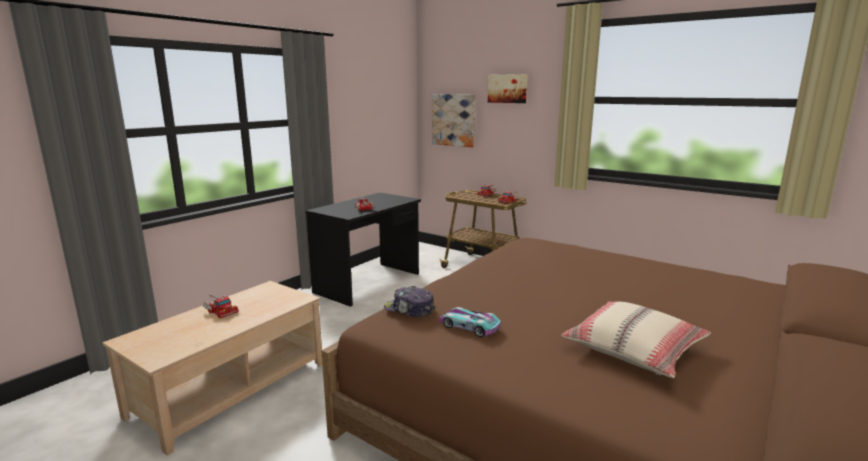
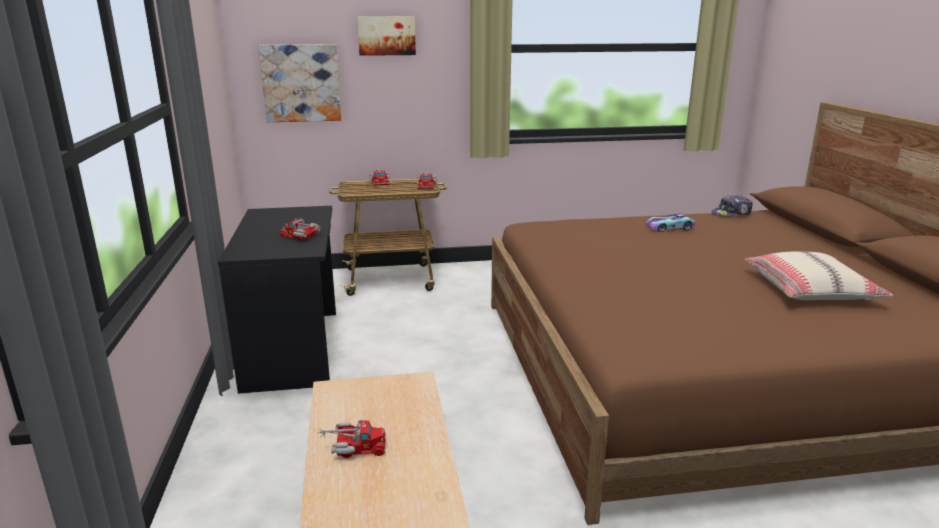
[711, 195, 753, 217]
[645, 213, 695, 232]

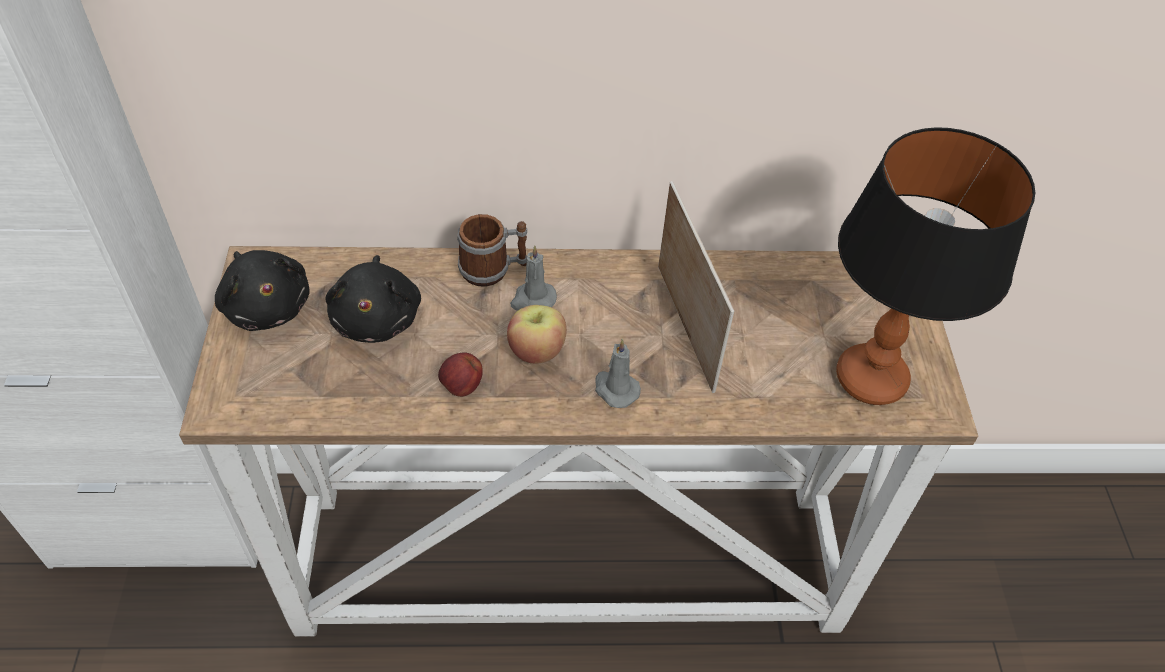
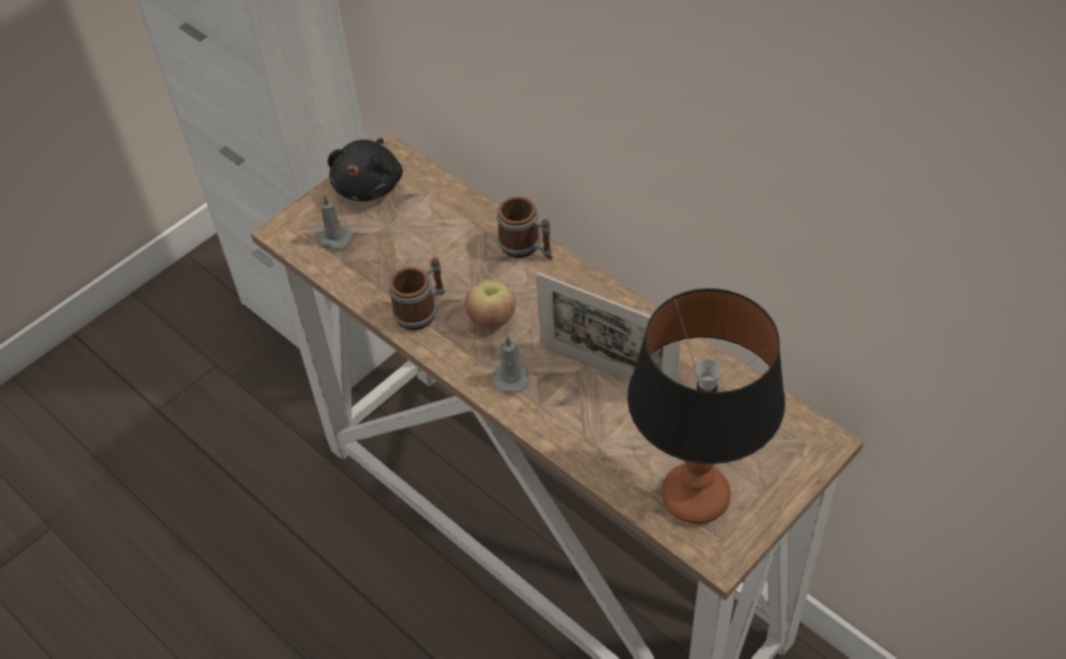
[325, 255, 421, 343] (first image)
[388, 258, 445, 330]
[315, 194, 353, 250]
[536, 272, 681, 382]

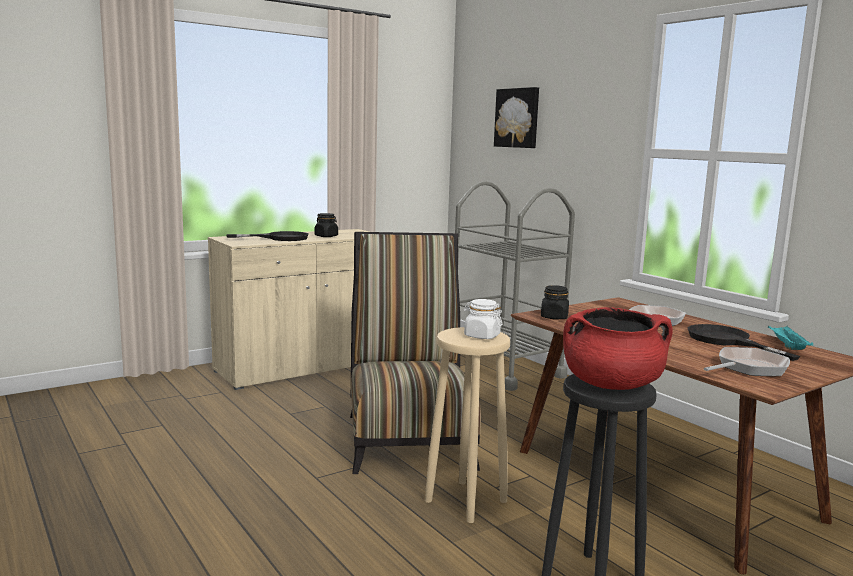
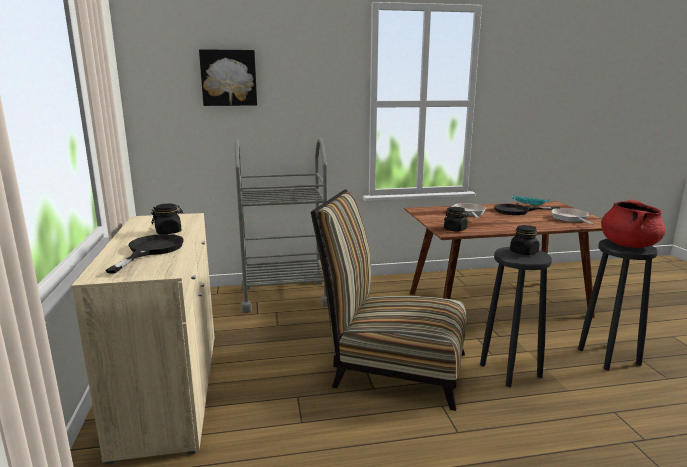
[480, 247, 552, 387]
[510, 225, 540, 255]

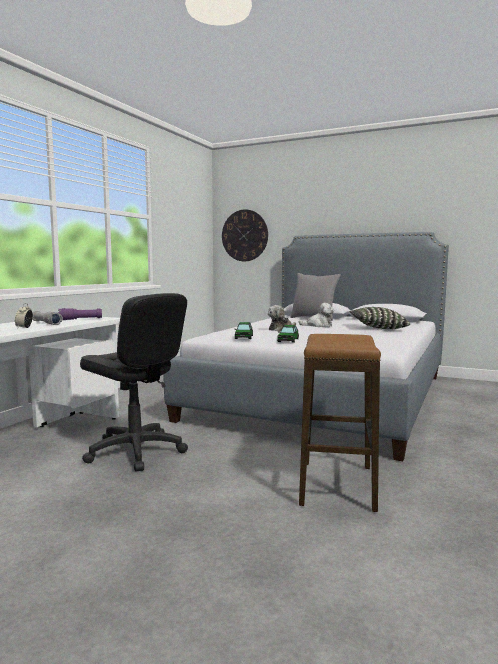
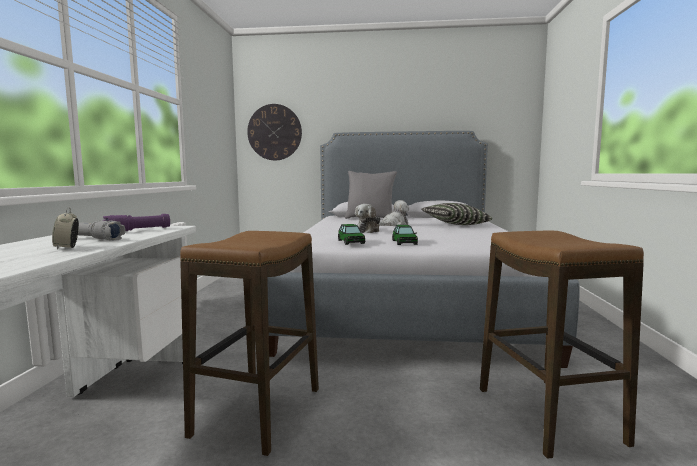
[180, 231, 319, 456]

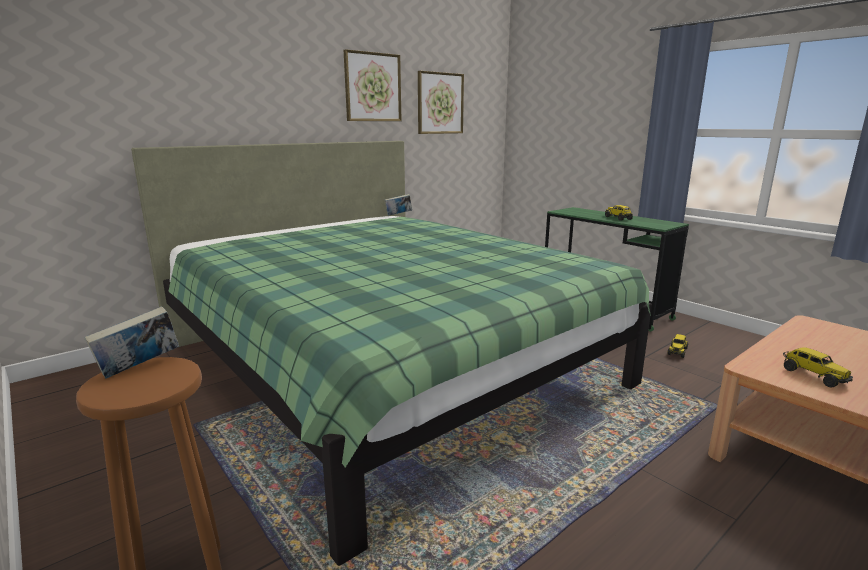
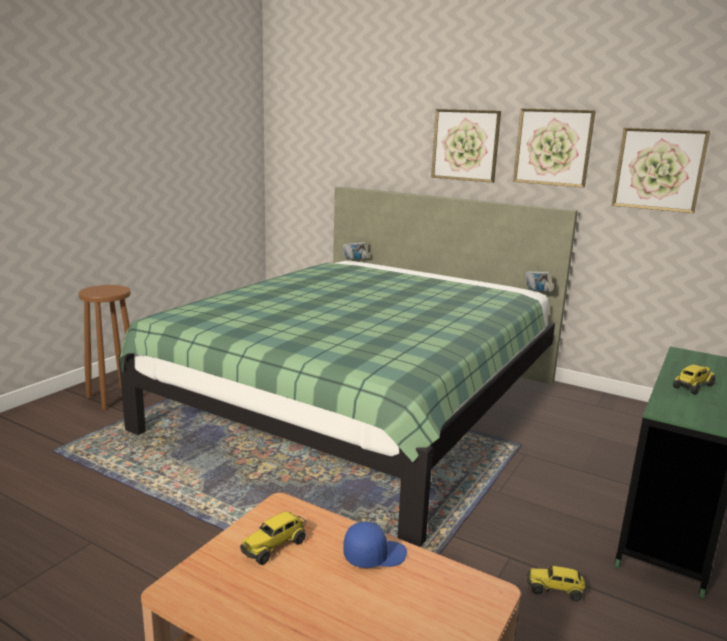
[343, 242, 369, 260]
[343, 521, 407, 568]
[431, 109, 501, 183]

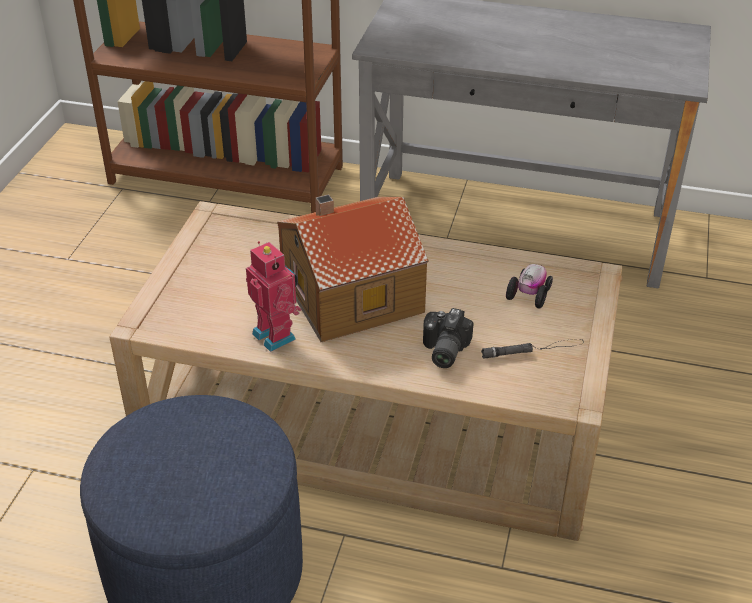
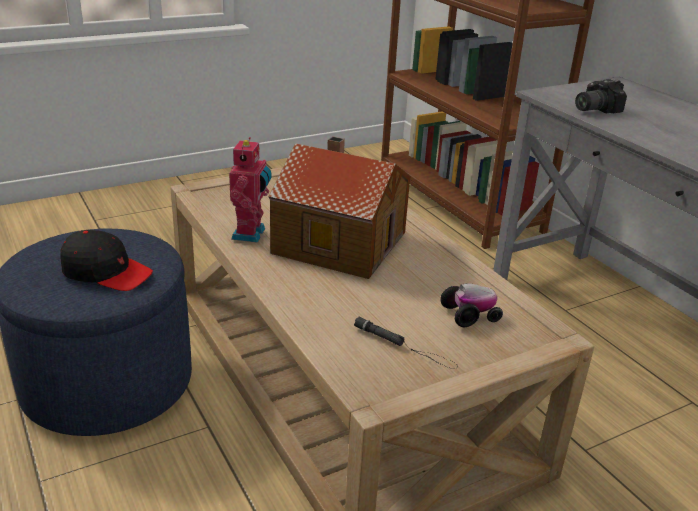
[575, 79, 627, 113]
[60, 230, 153, 291]

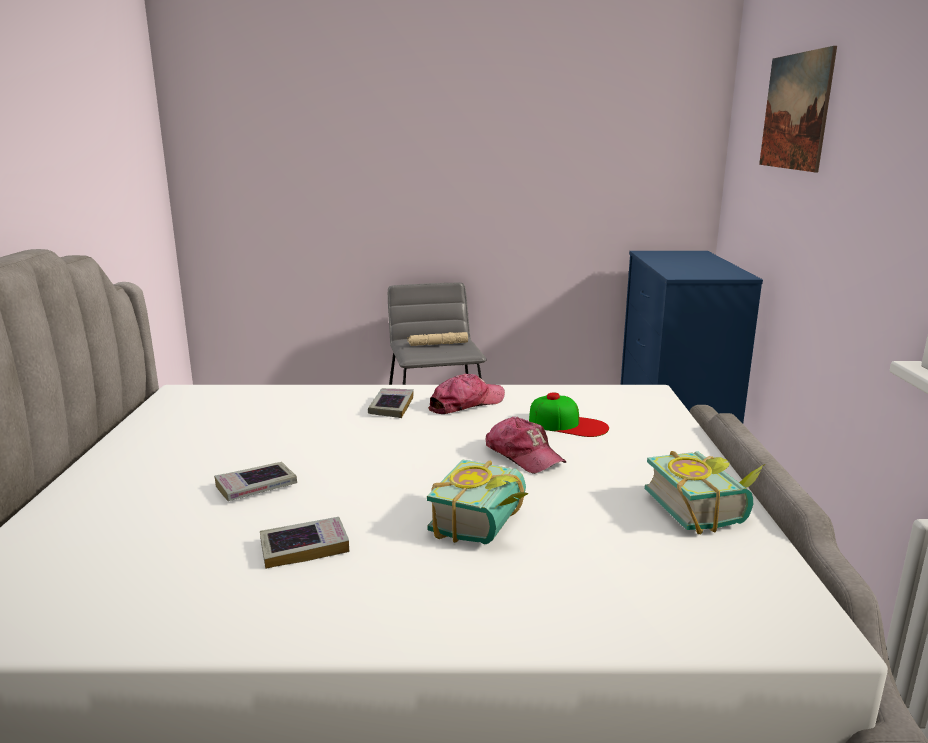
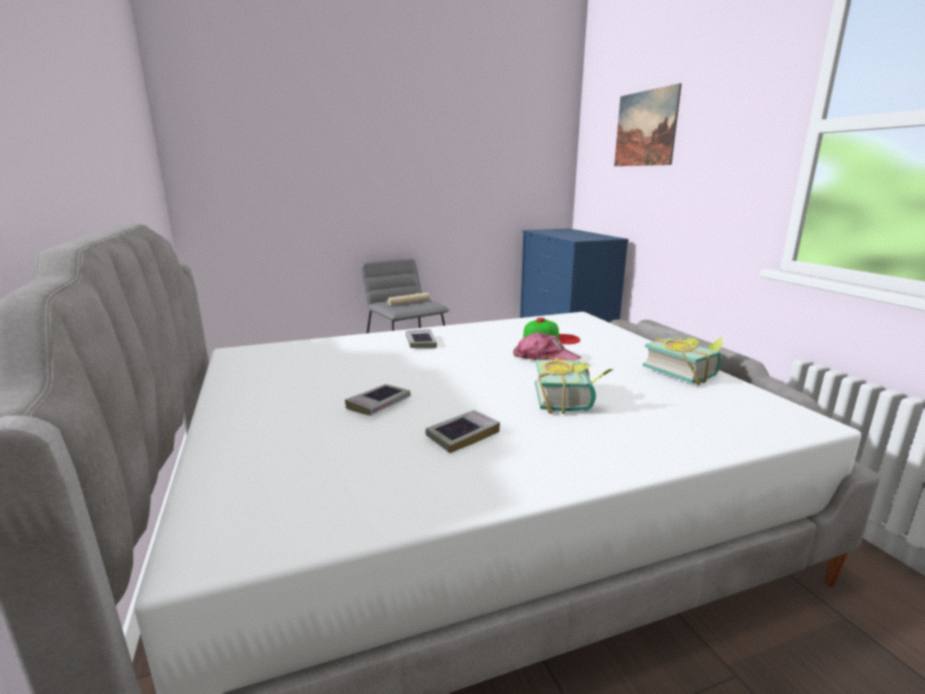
[428, 374, 505, 414] (first image)

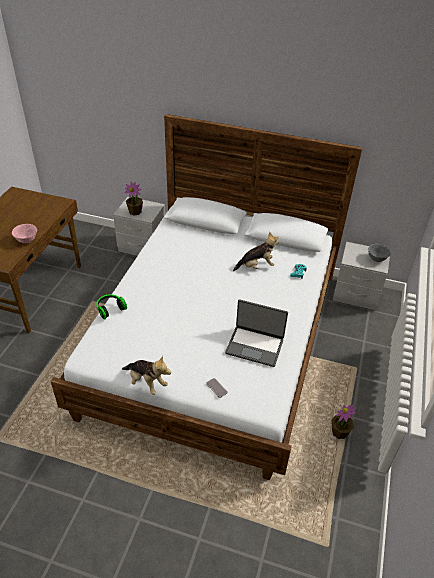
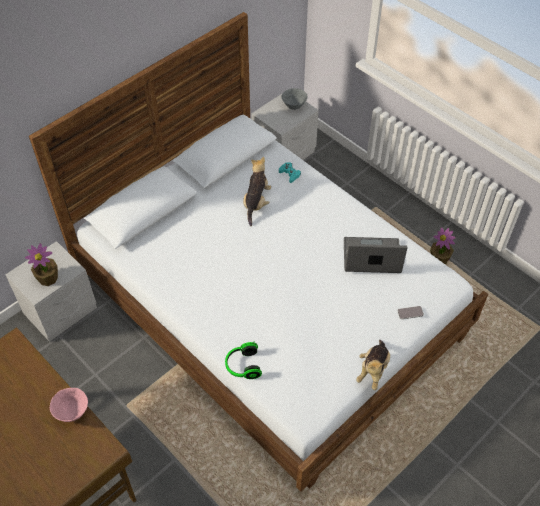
[356, 340, 390, 390]
[344, 237, 408, 273]

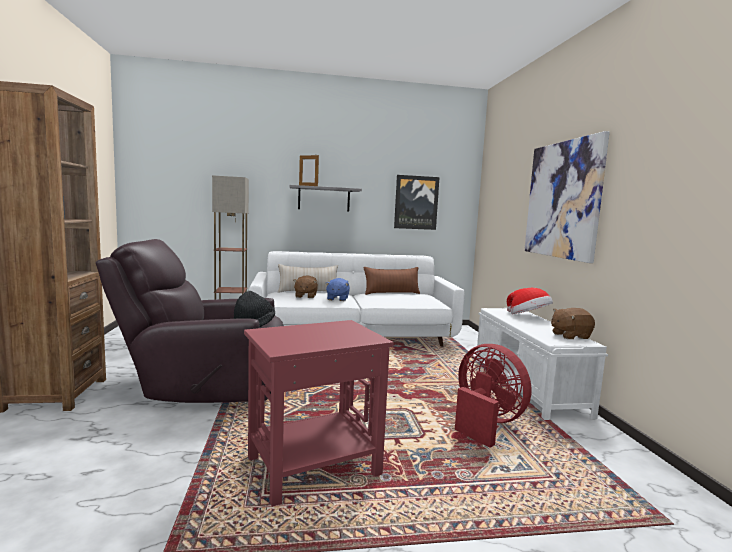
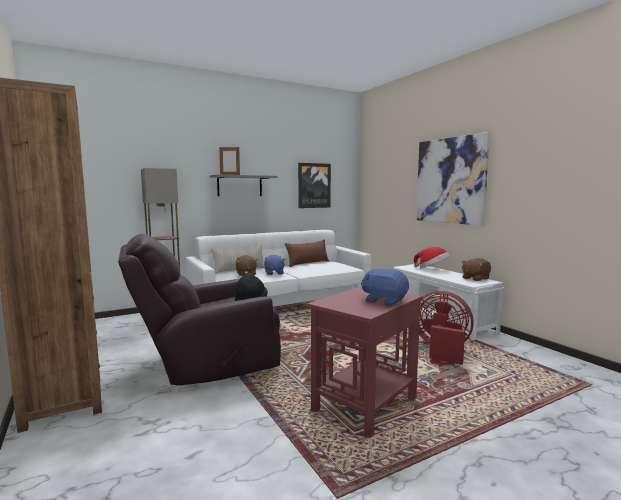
[361, 268, 409, 306]

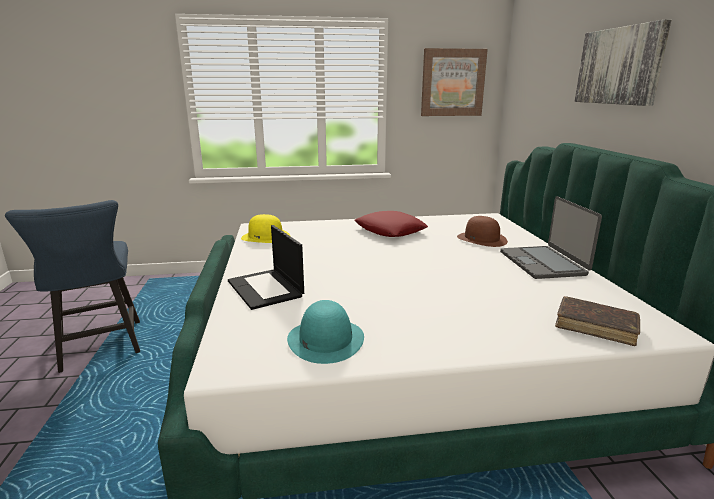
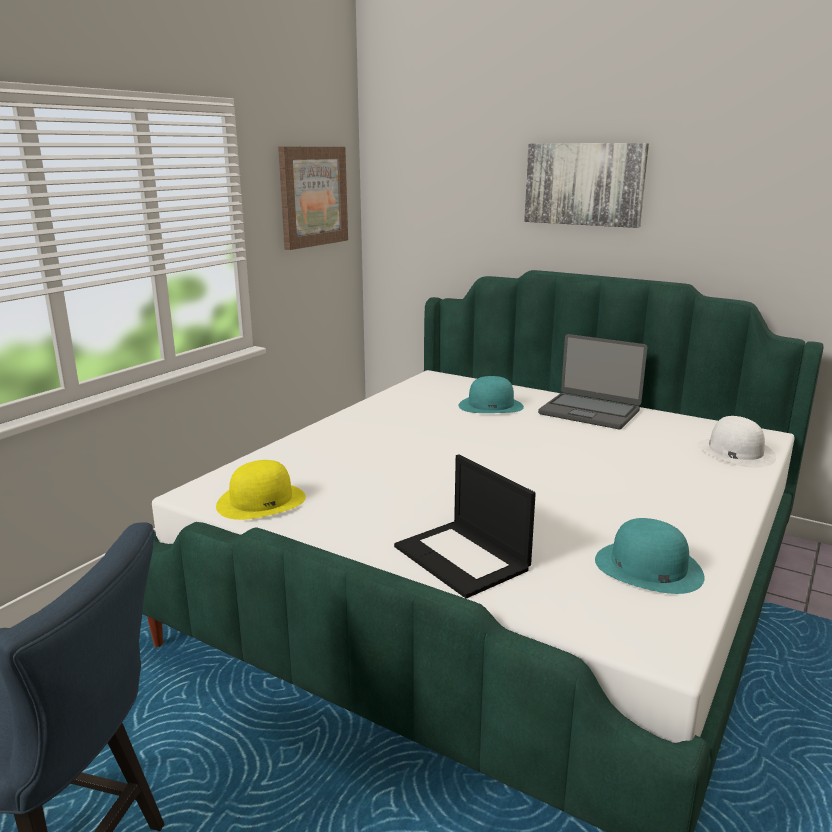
[394, 454, 536, 598]
[354, 211, 428, 237] (first image)
[458, 376, 524, 413]
[697, 416, 776, 468]

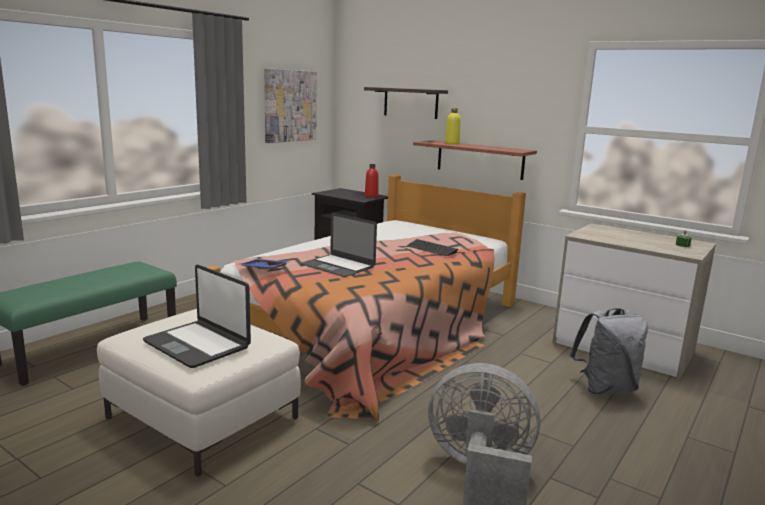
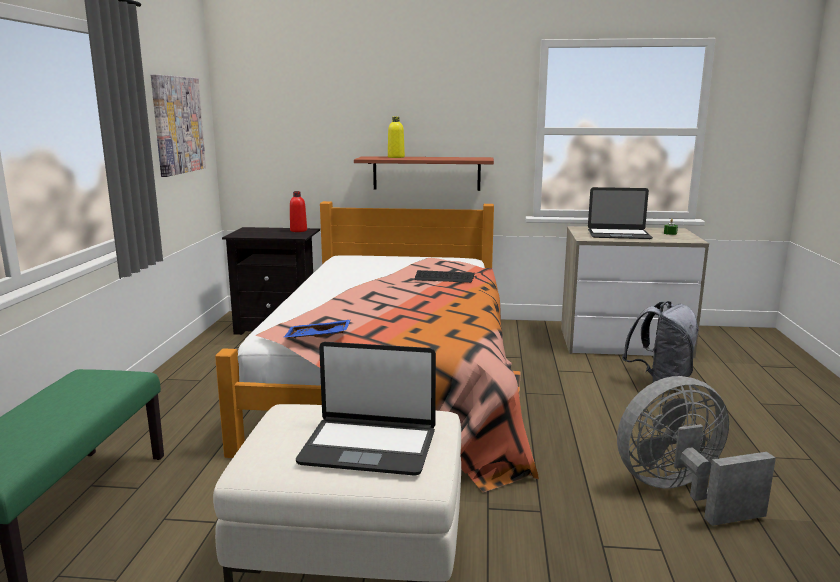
[588, 187, 653, 239]
[364, 87, 448, 119] (first image)

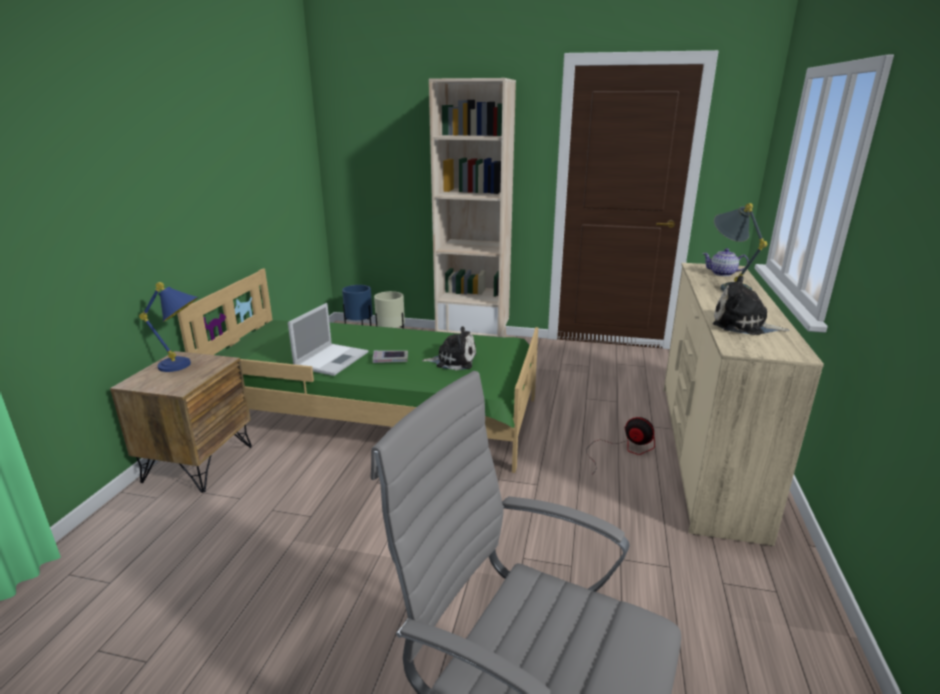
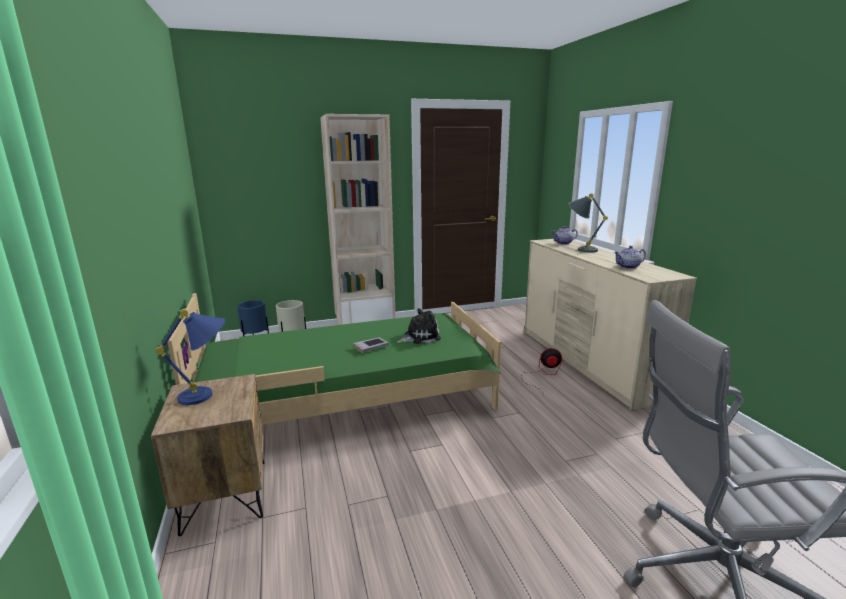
[288, 303, 368, 376] (first image)
[614, 246, 646, 269]

